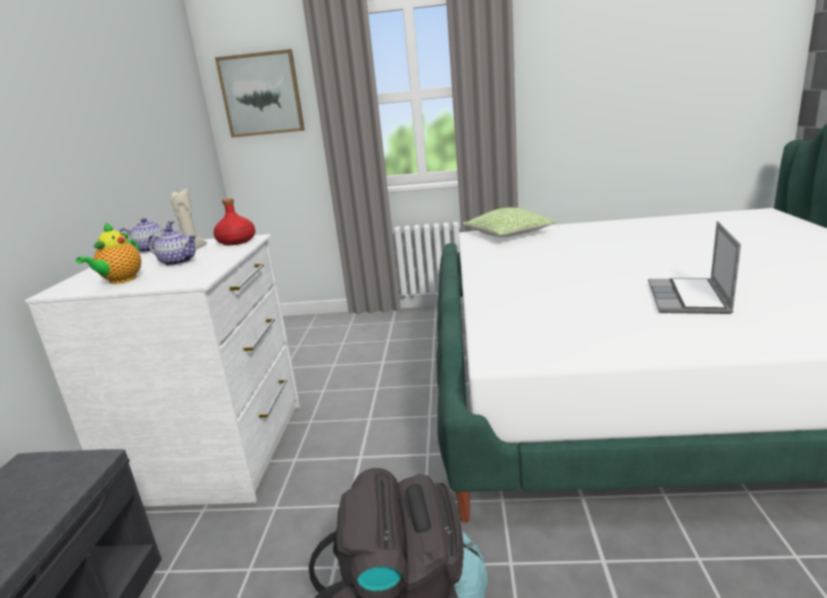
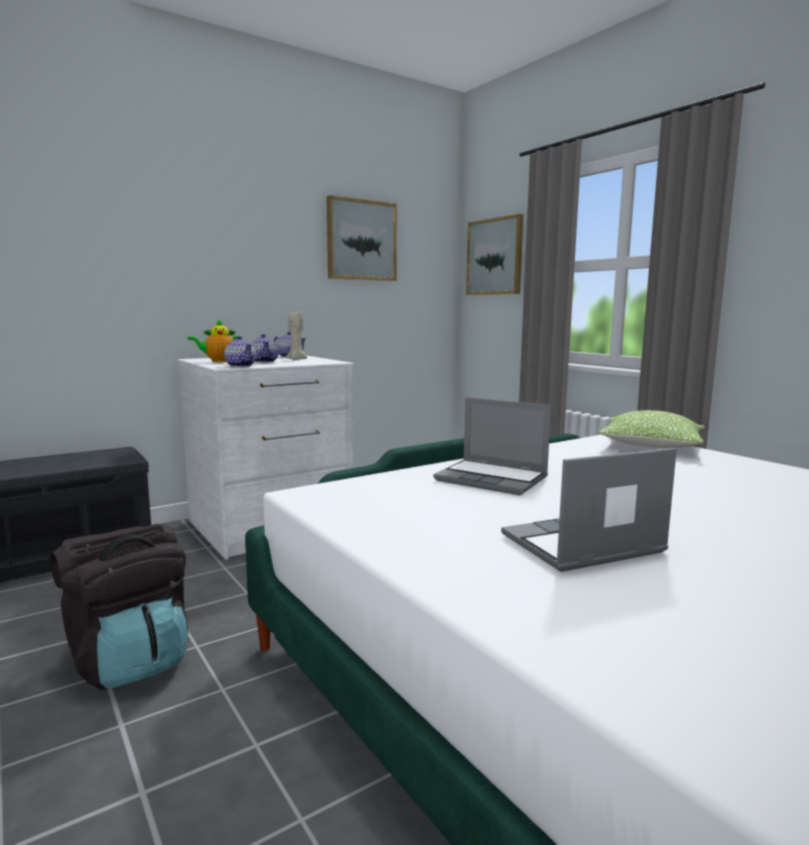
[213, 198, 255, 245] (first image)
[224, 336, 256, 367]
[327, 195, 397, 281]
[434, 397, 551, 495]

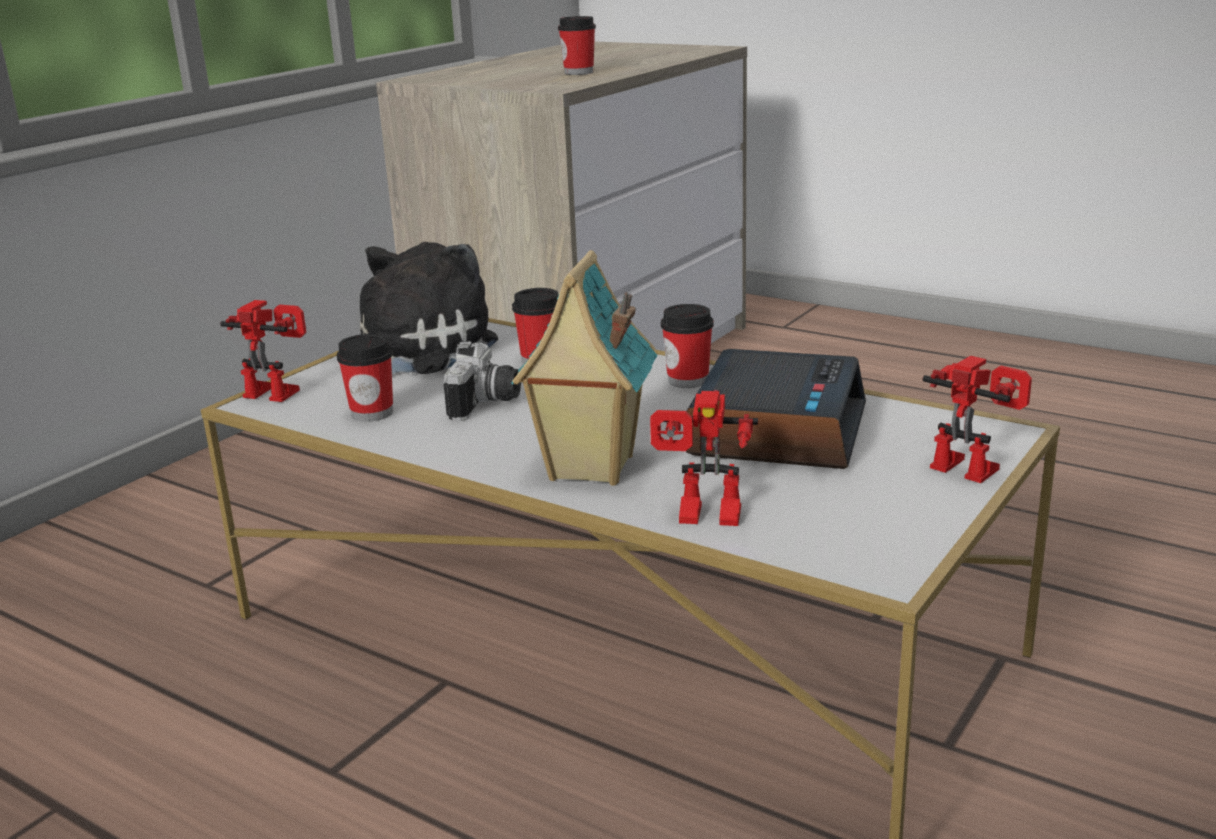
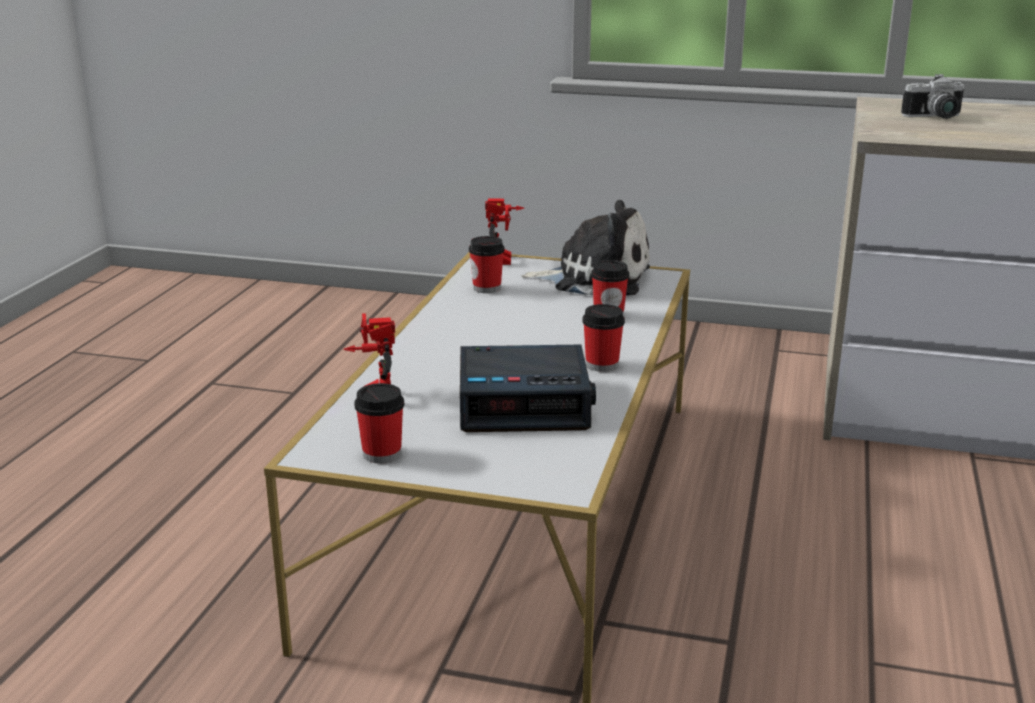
[901, 74, 965, 119]
[511, 250, 658, 486] (first image)
[354, 383, 404, 463]
[922, 356, 1032, 483] (first image)

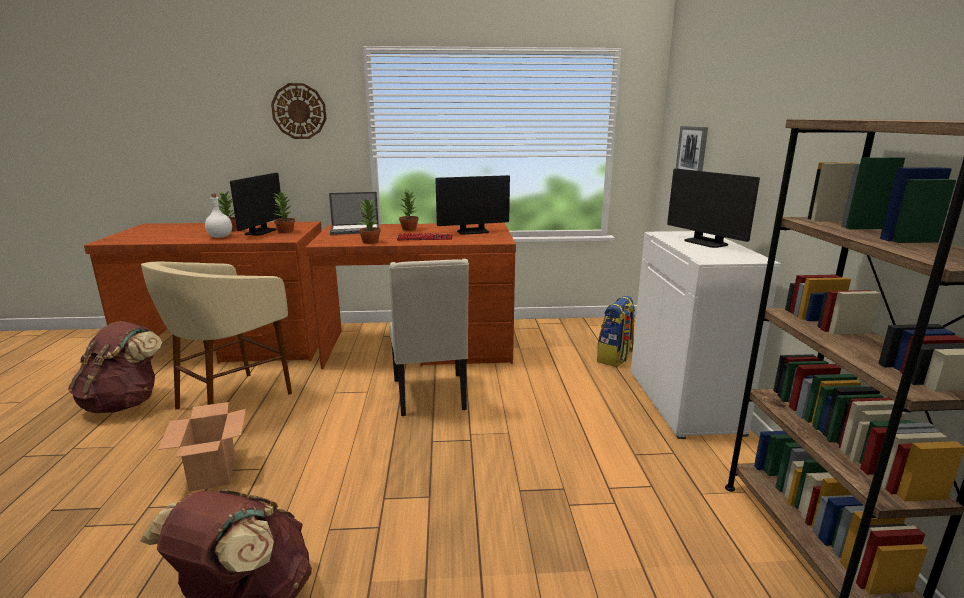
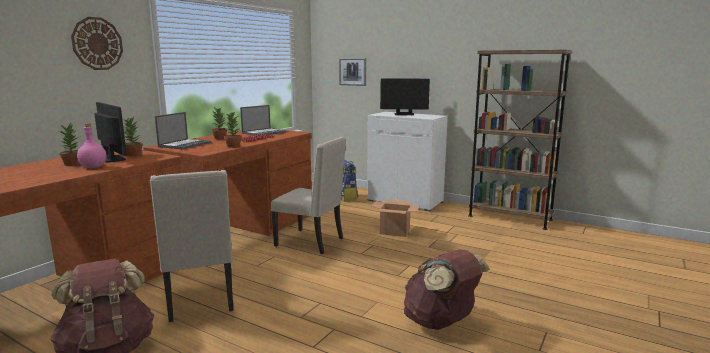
[150, 170, 233, 322]
[372, 200, 420, 237]
[77, 123, 106, 168]
[240, 105, 287, 136]

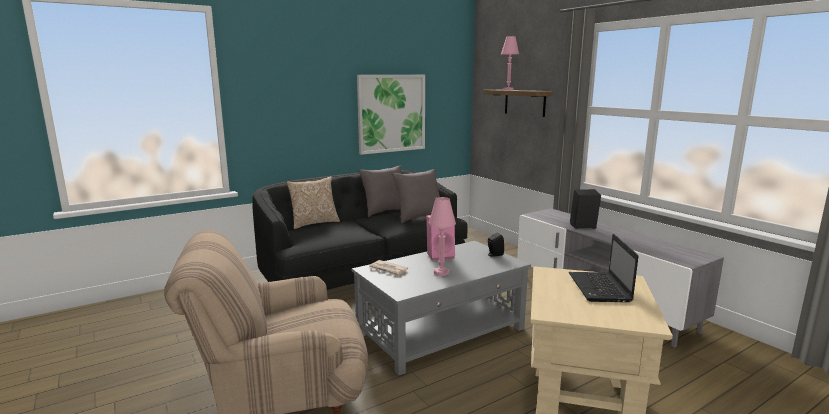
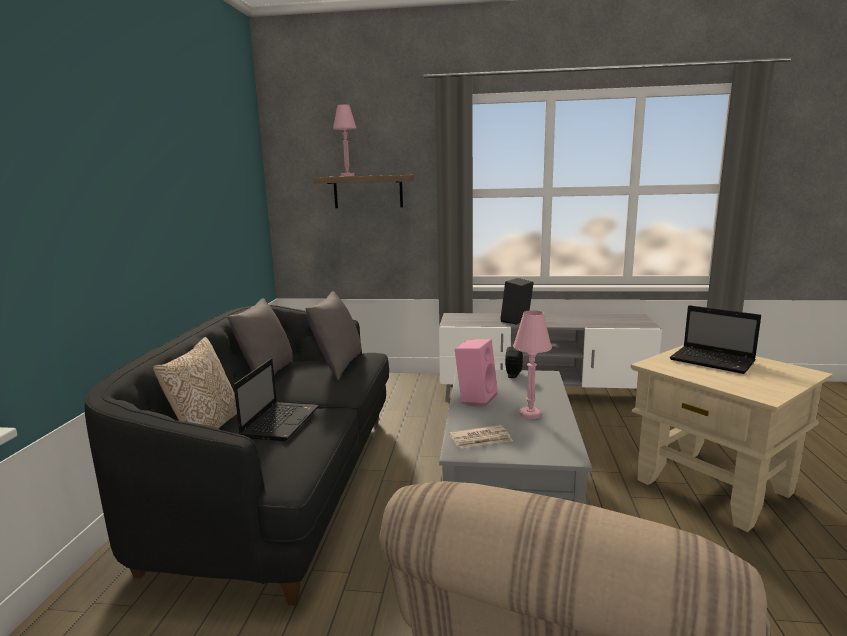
[357, 75, 425, 155] (first image)
[234, 358, 319, 441]

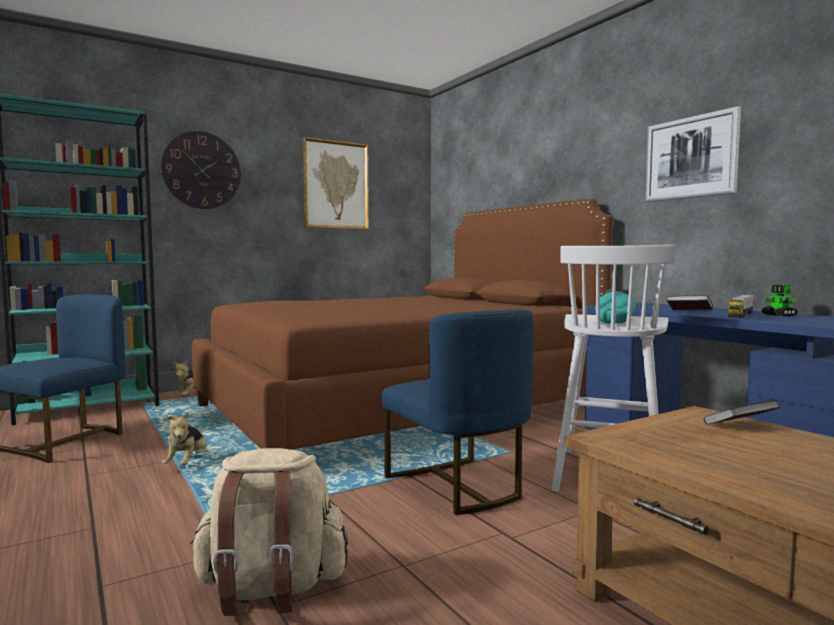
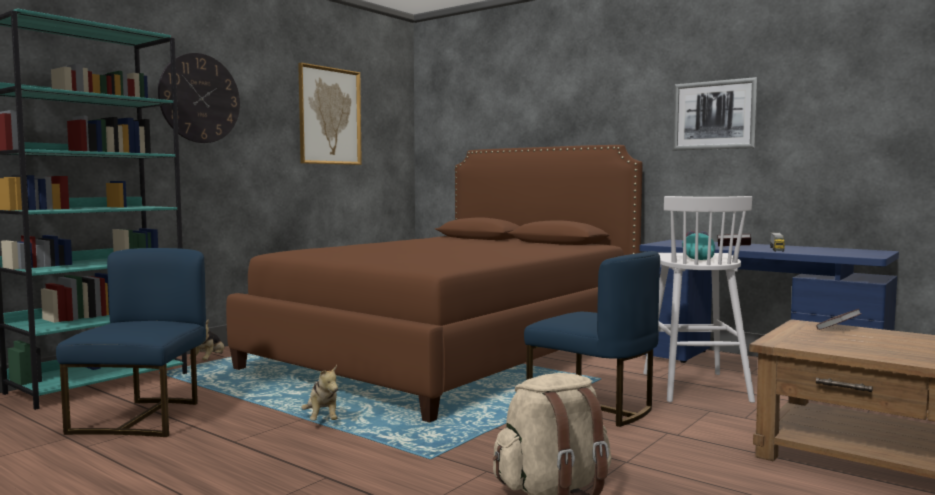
[761, 284, 798, 317] (first image)

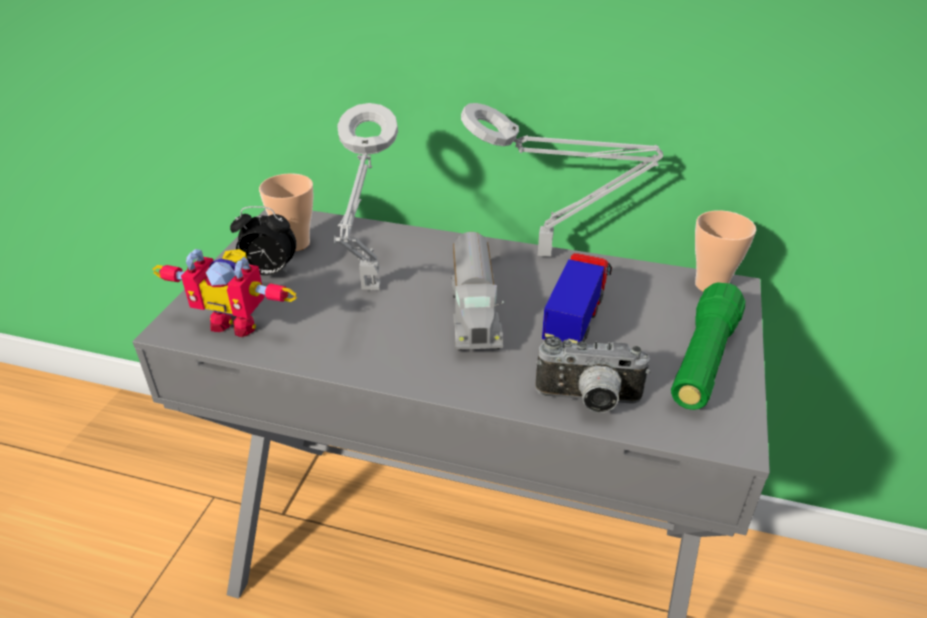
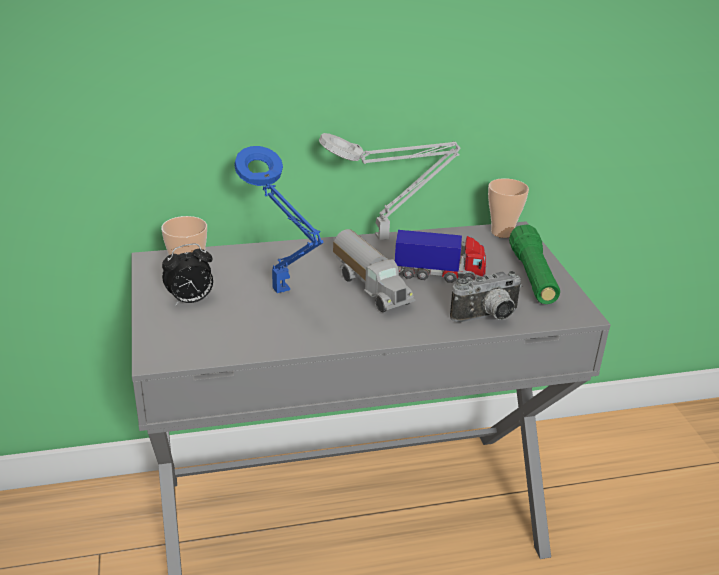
[152, 249, 297, 337] (first image)
[234, 146, 324, 293]
[395, 230, 486, 283]

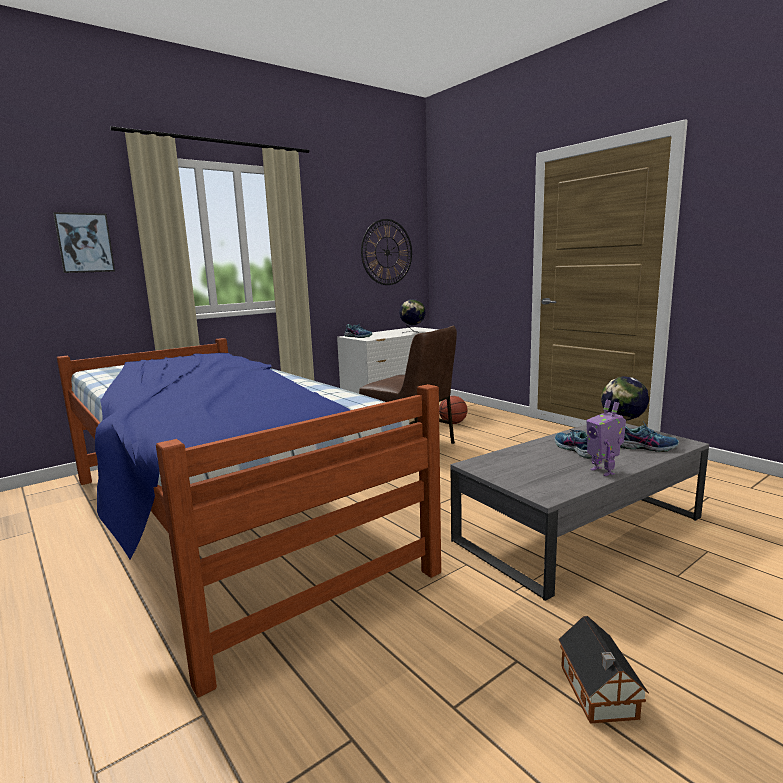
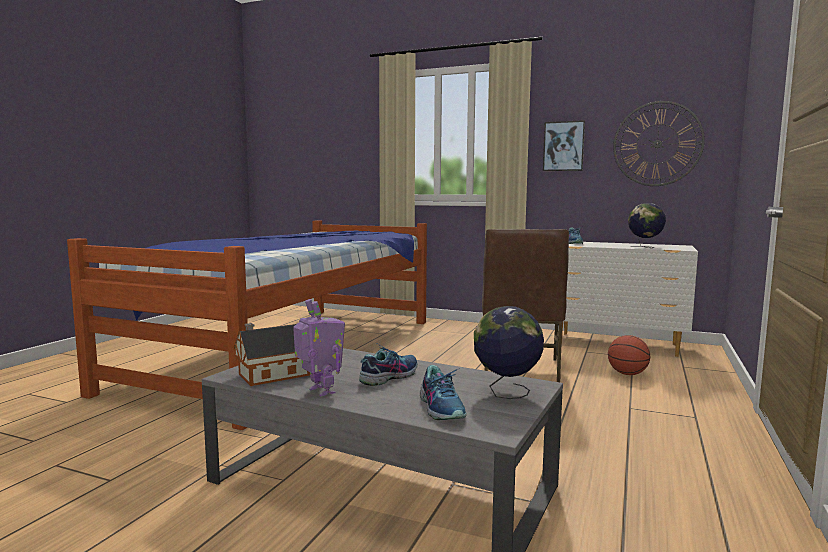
[543, 120, 585, 171]
[234, 323, 310, 386]
[293, 299, 345, 397]

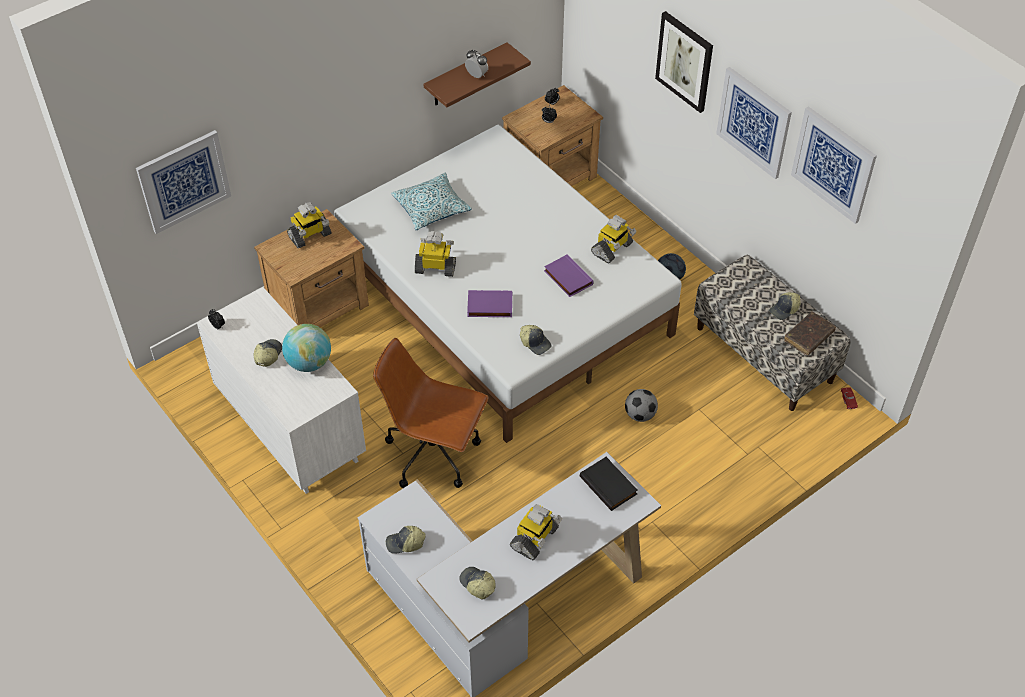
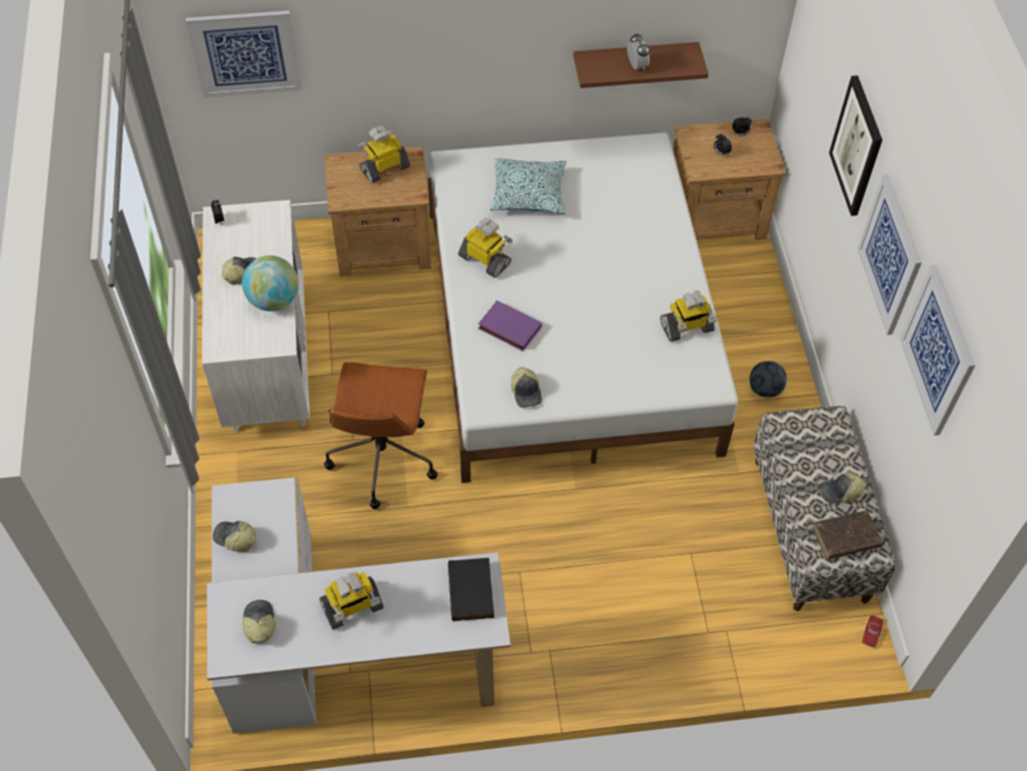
[358, 125, 410, 183]
[324, 362, 438, 509]
[544, 254, 594, 297] (first image)
[625, 389, 658, 422] (first image)

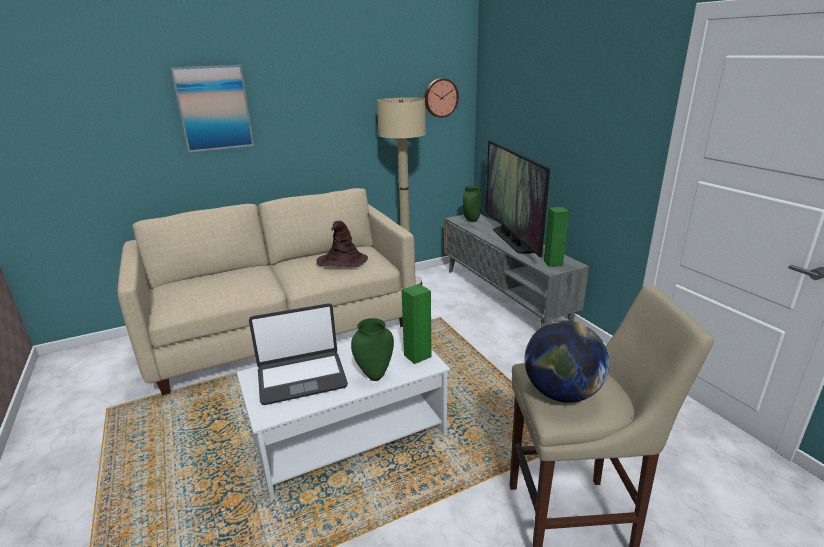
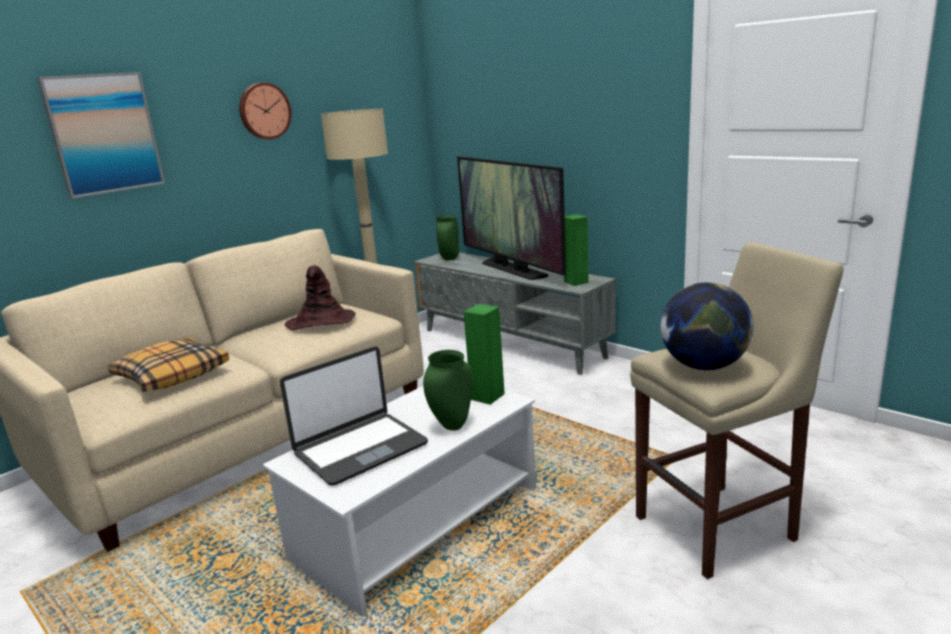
[239, 83, 292, 139]
[108, 337, 229, 392]

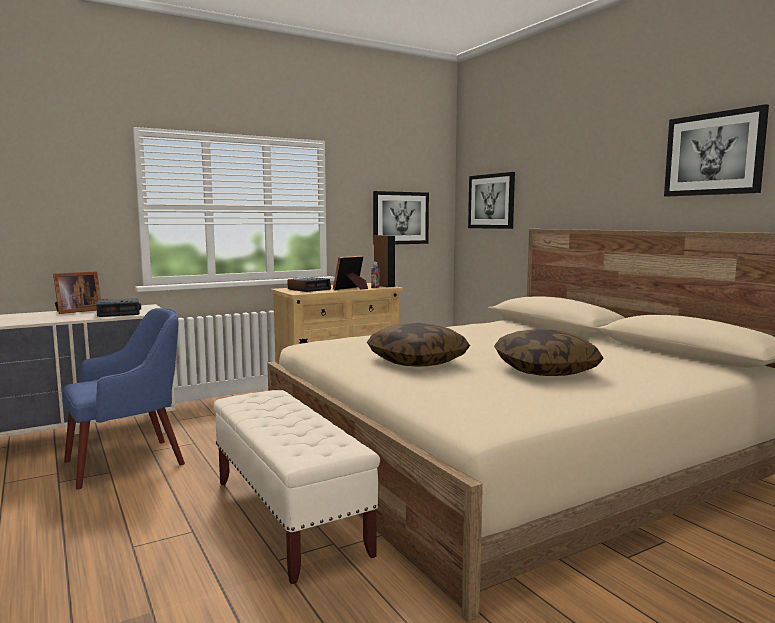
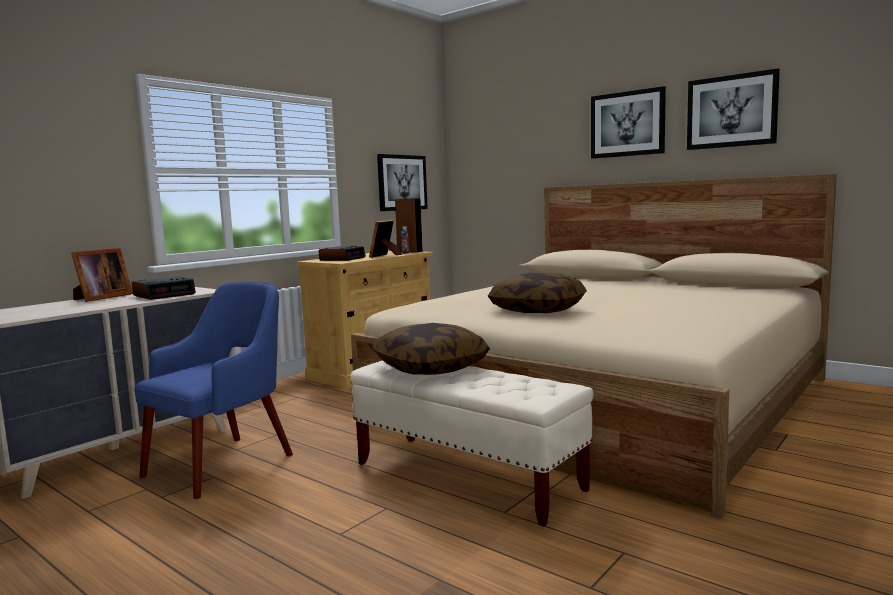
[591, 86, 666, 159]
[373, 323, 490, 375]

